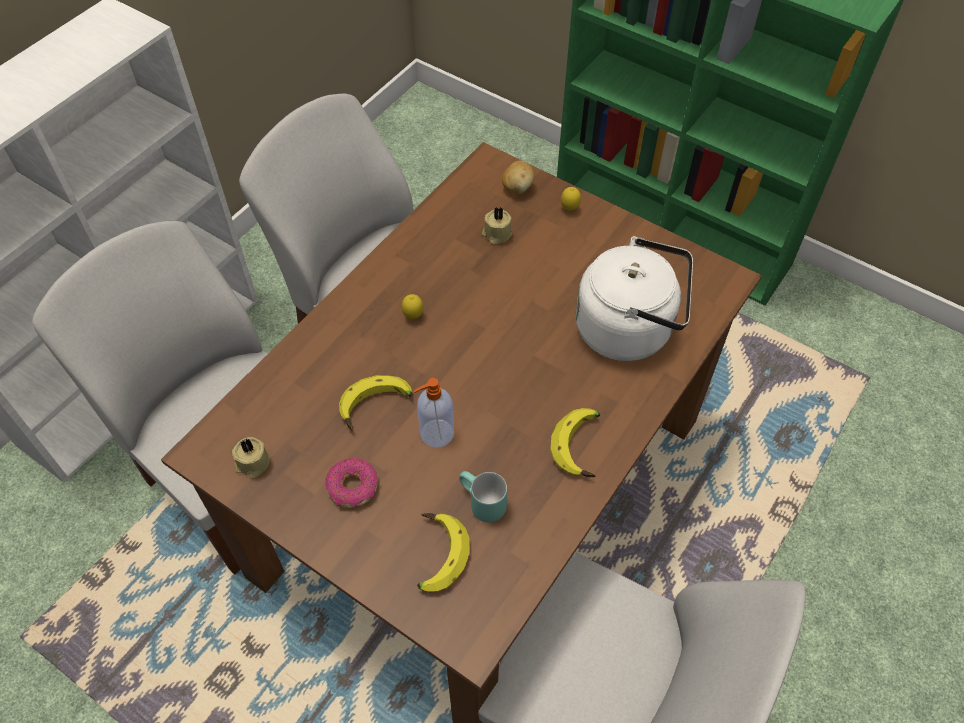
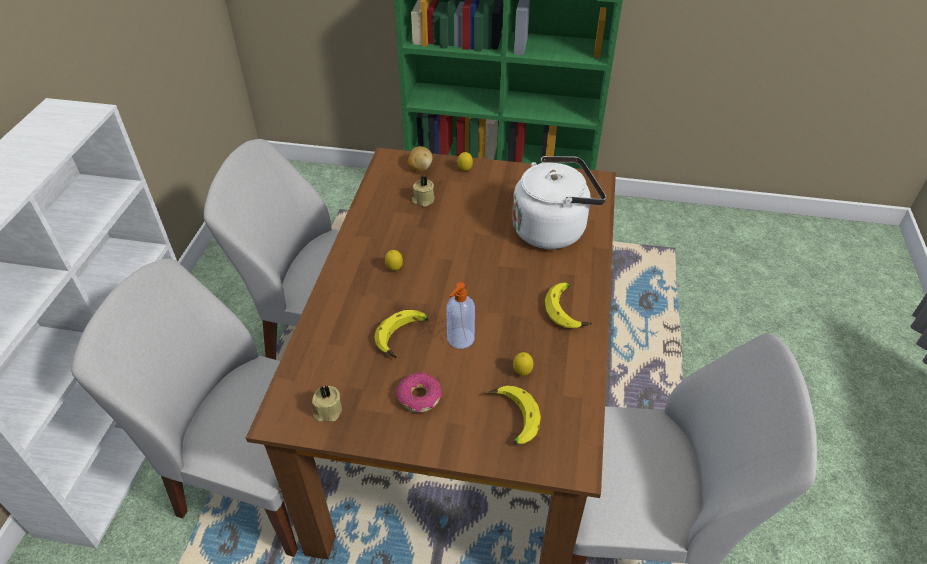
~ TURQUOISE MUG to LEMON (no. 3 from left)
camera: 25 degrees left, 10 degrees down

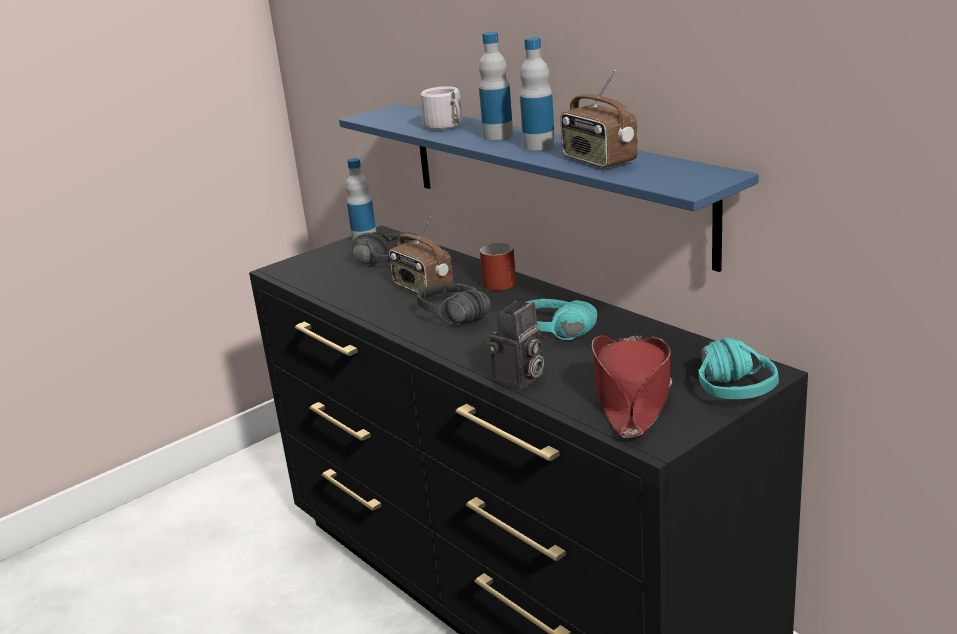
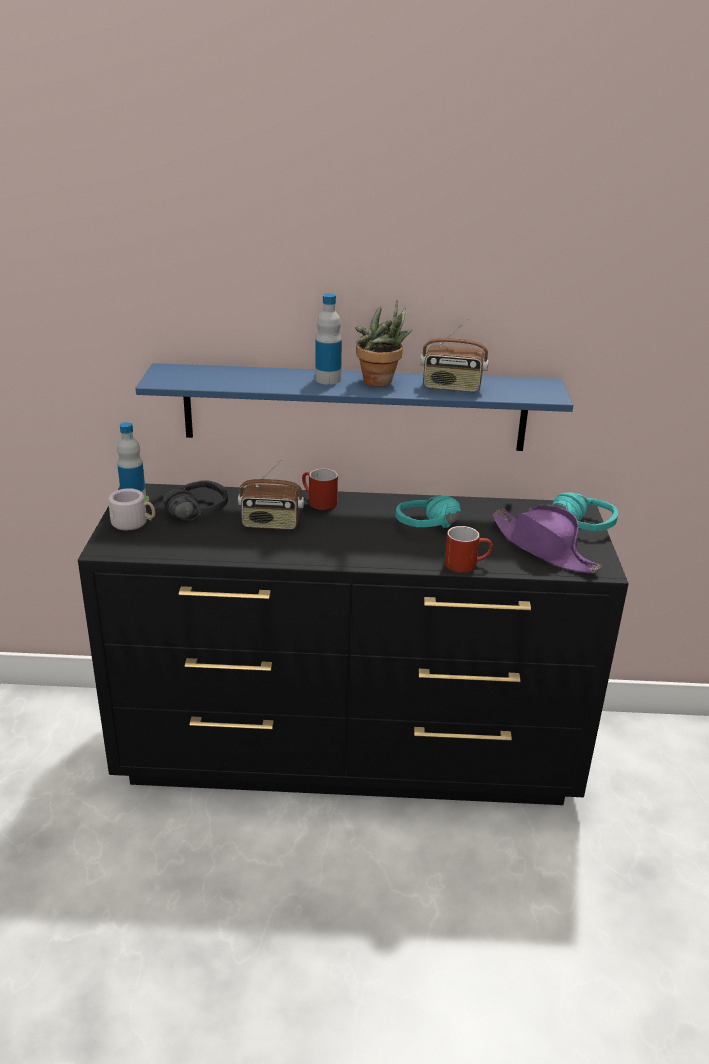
~ GREY MUG
~ BOTTLE (no. 3 from left) to POTTED PLANT
~ PHOTO CAMERA to RED MUG (no. 2 from left)
~ RED HAT to PURPLE HAT
- BLACK HEADPHONES (no. 2 from left)
camera: 50 degrees left, 5 degrees up

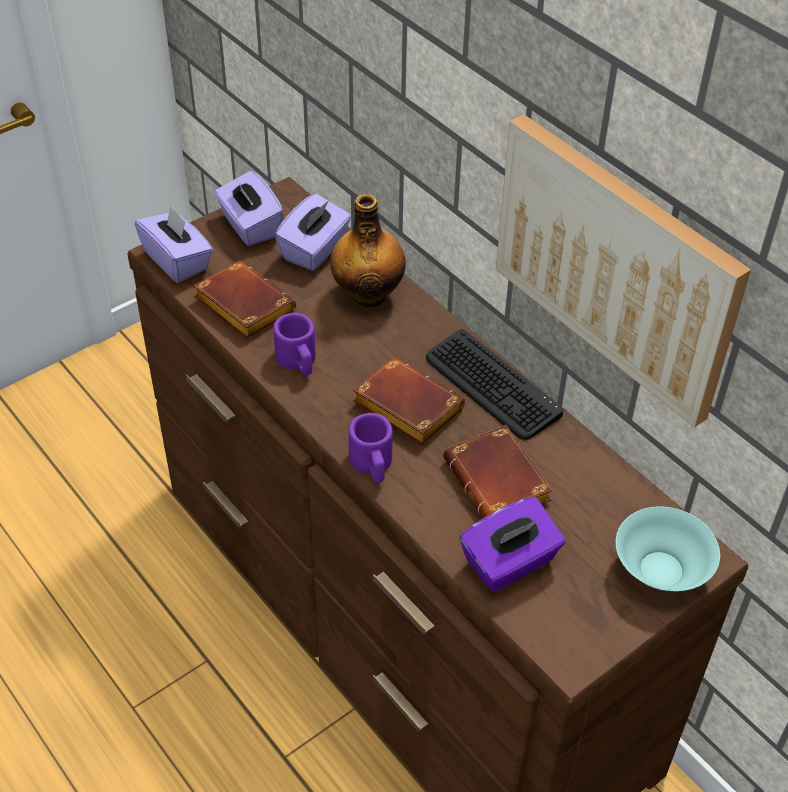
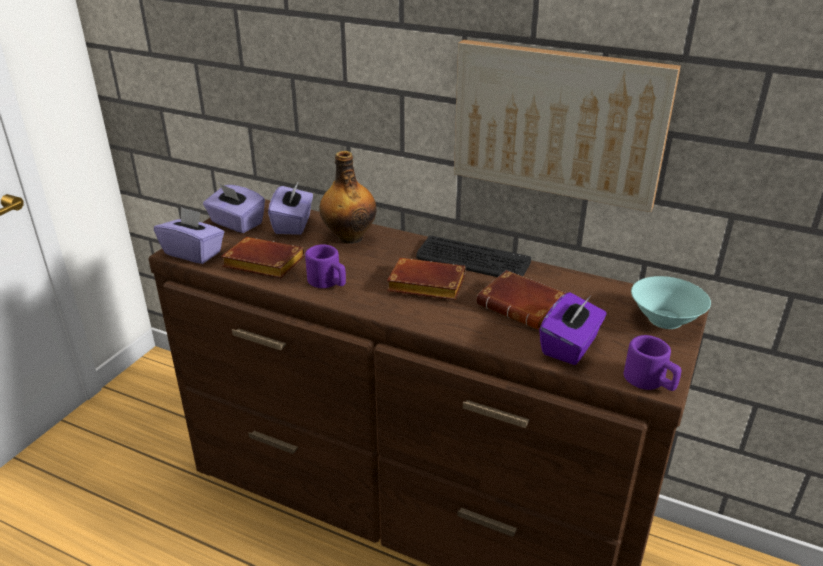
~ PURPLE MUG (no. 2 from left)
camera: 25 degrees left, 15 degrees down

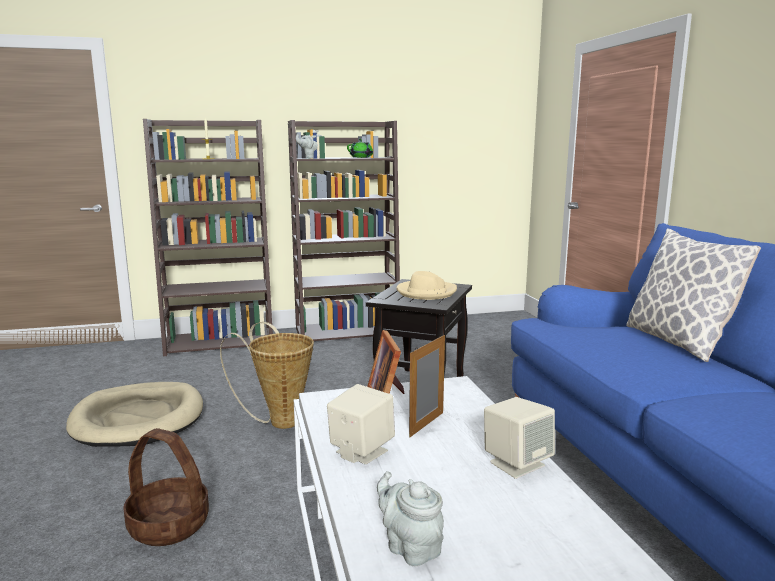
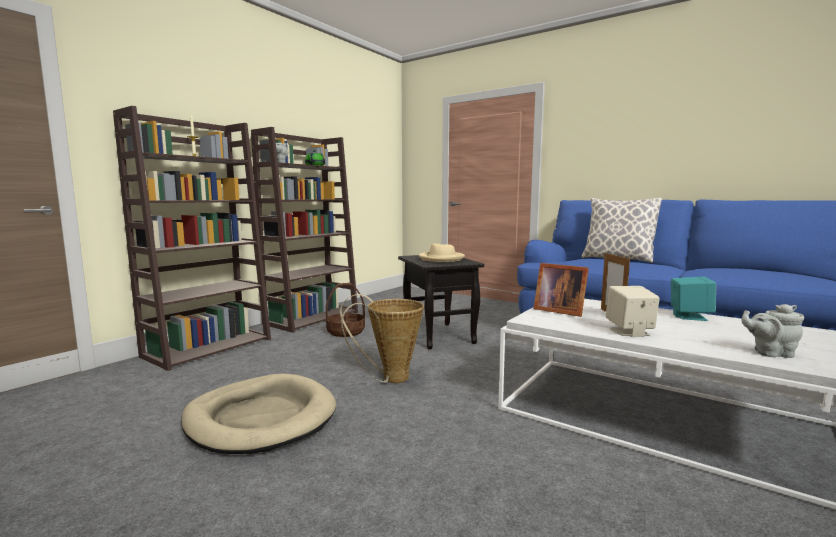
~ BASKET (no. 1 from left)
~ BEIGE SPEAKER (no. 2 from left) to TURQUOISE SPEAKER
camera: 40 degrees left, 5 degrees down

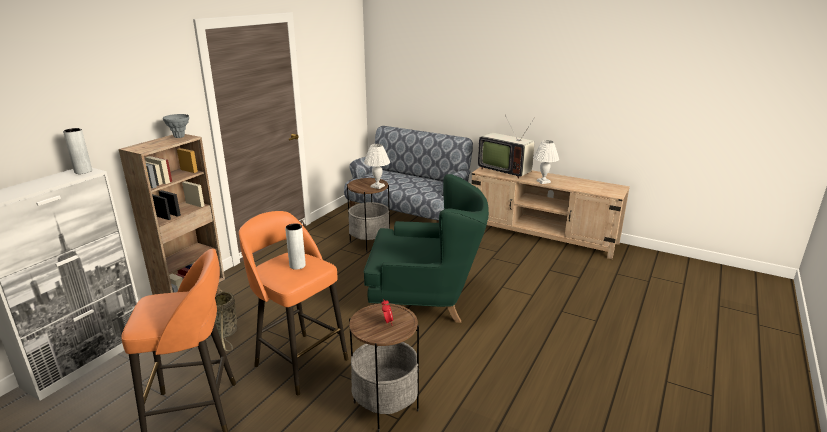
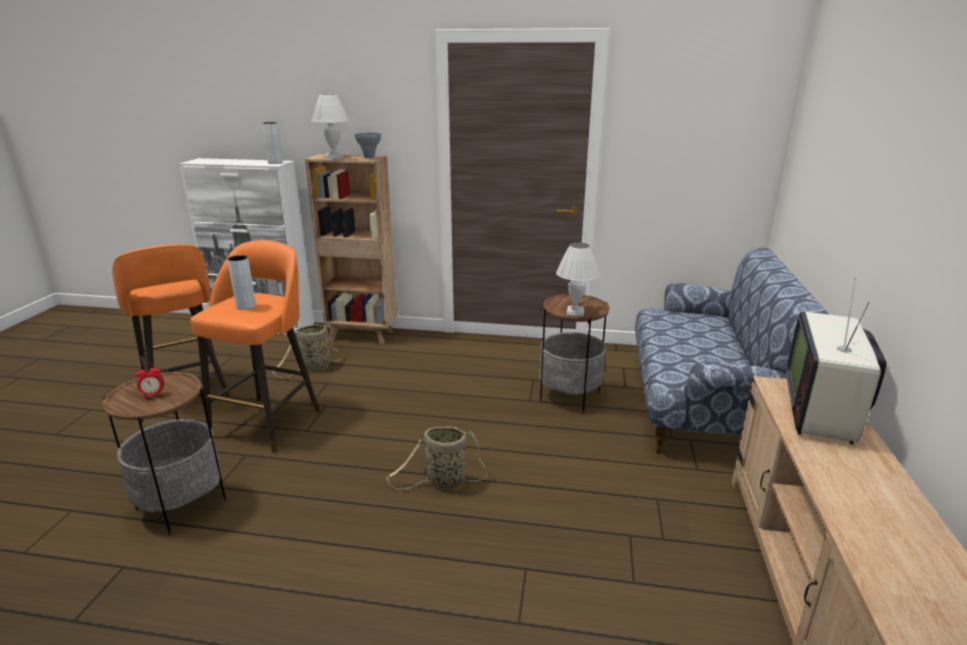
~ WHITE TABLE LAMP (no. 2 from left in the first image) to WHITE TABLE LAMP (no. 1 from left)
~ GREEN ARMCHAIR to BASKET (no. 2 from left)
camera: 70 degrees right, 0 degrees up

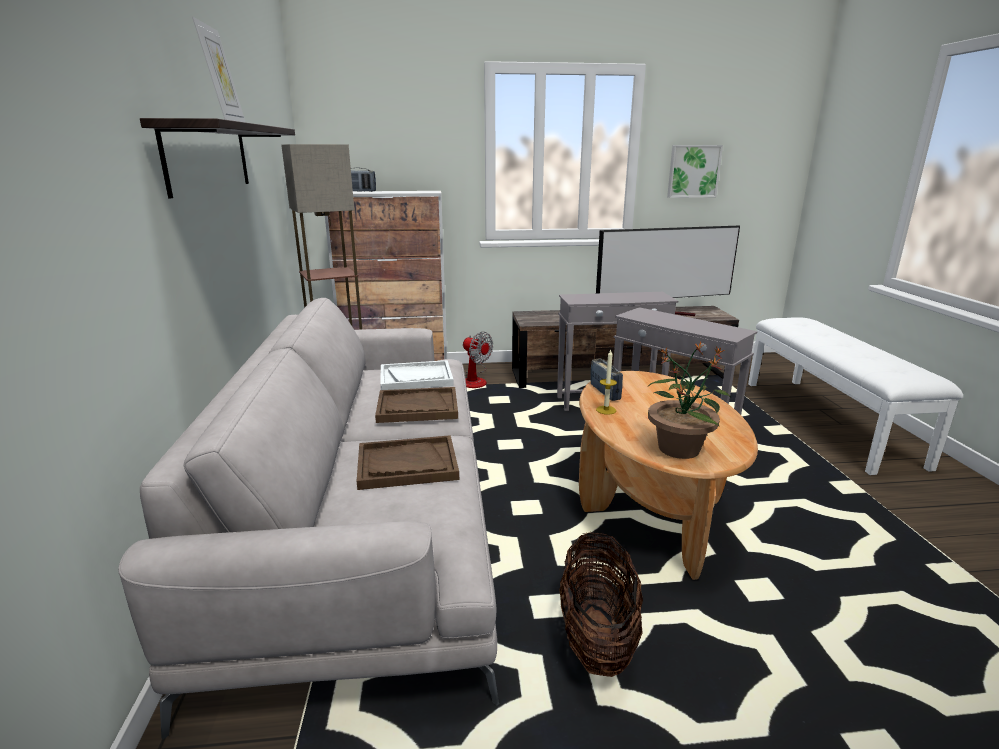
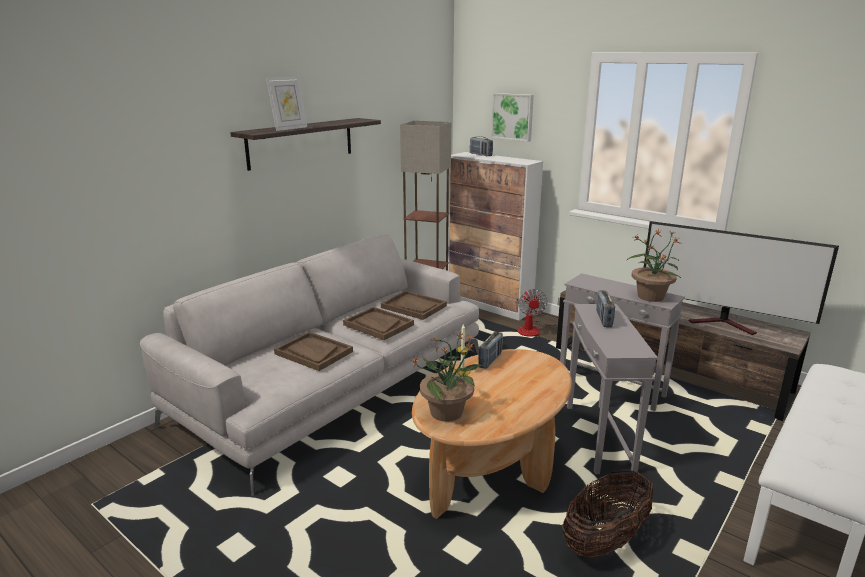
~ WHITE TRAY to BROWN TRAY (no. 3 from left)
~ PICTURE
~ BASKET
+ RADIO (no. 3 from left)
+ POTTED PLANT (no. 2 from left)
camera: 45 degrees right, 0 degrees up

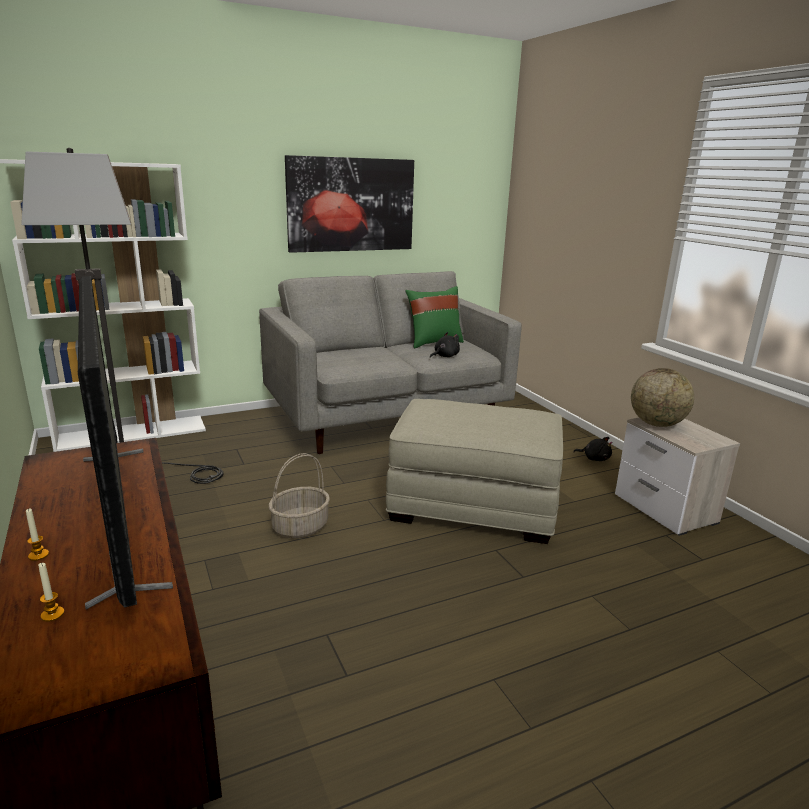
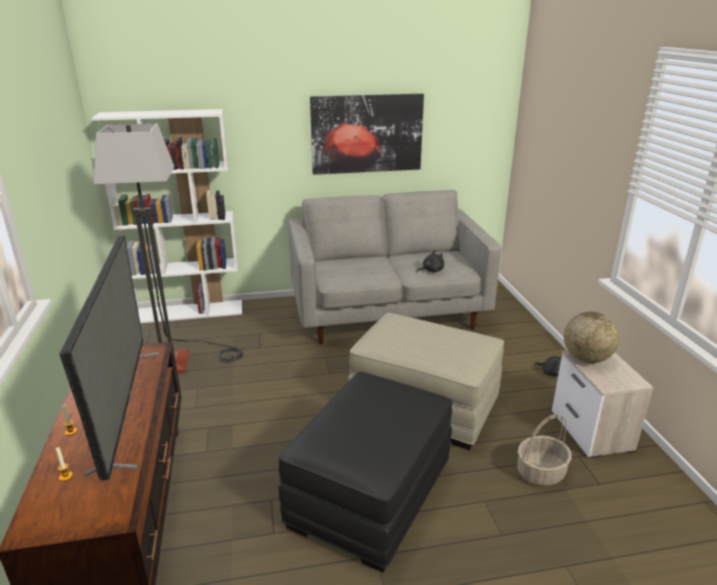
+ BLACK OTTOMAN
~ BASKET
- GREEN PILLOW
camera: 15 degrees right, 5 degrees up

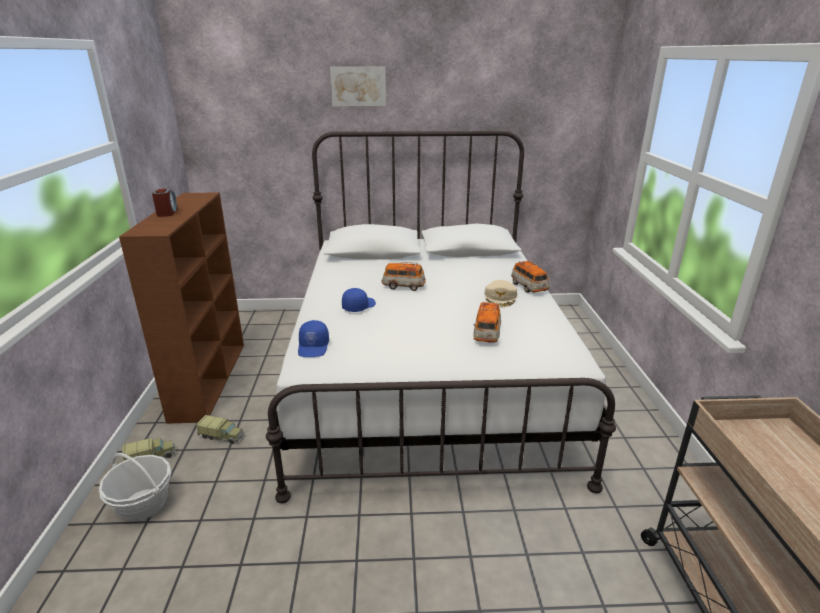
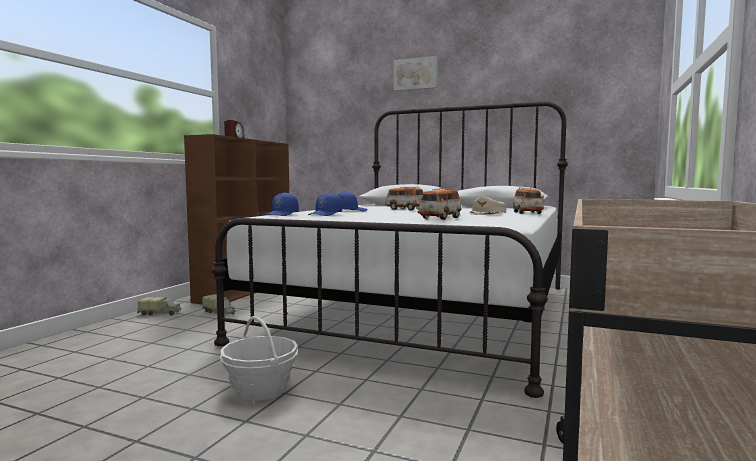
~ BASKET
+ BLUE CAP (no. 2 from left)
camera: 25 degrees right, 20 degrees down

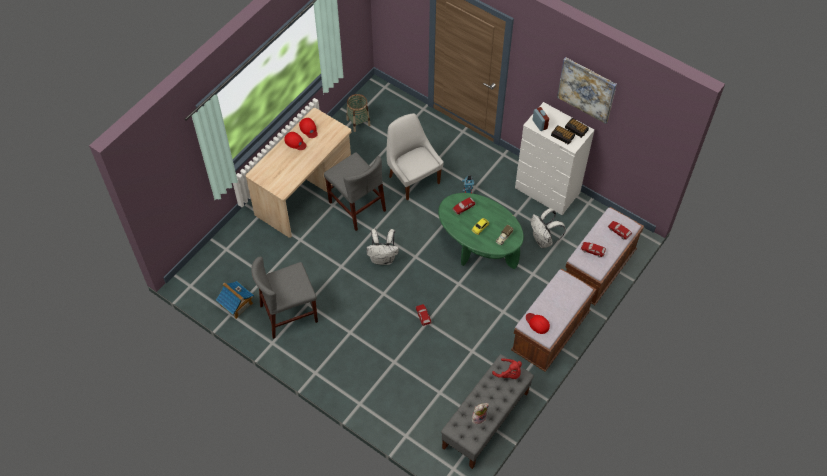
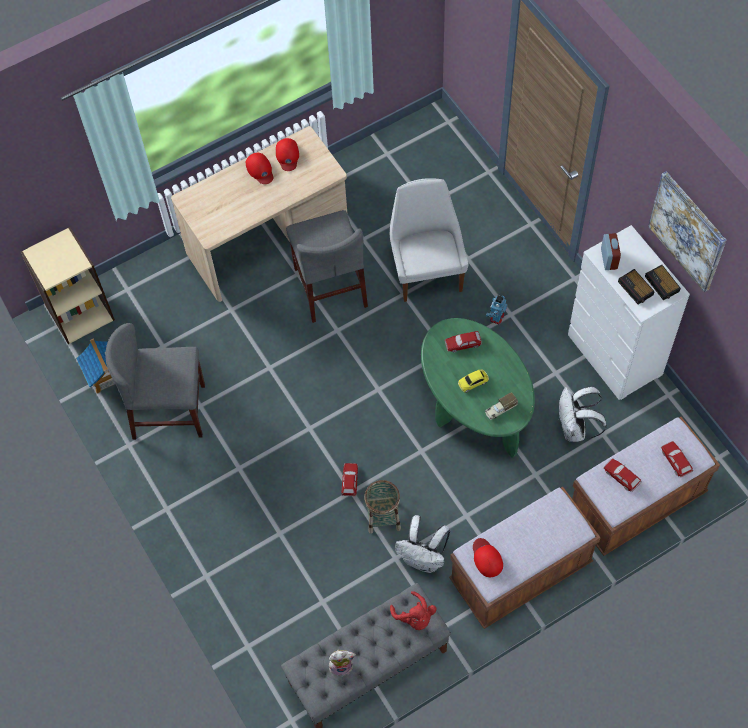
+ BEIGE BOOKCASE
~ BASKET
~ WHITE BACKPACK (no. 1 from left)
camera: 25 degrees right, 5 degrees up

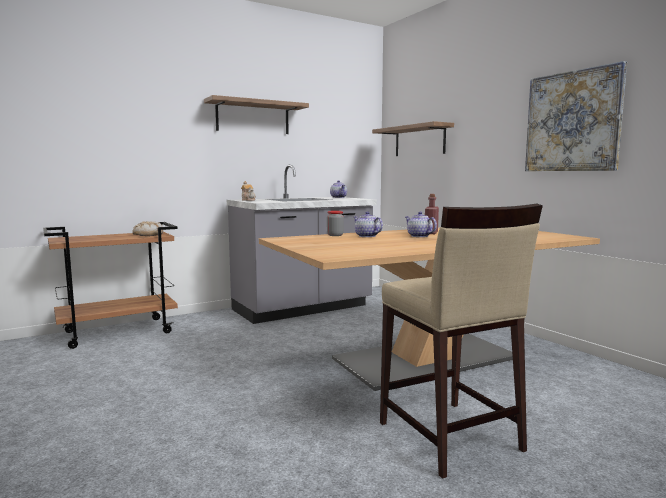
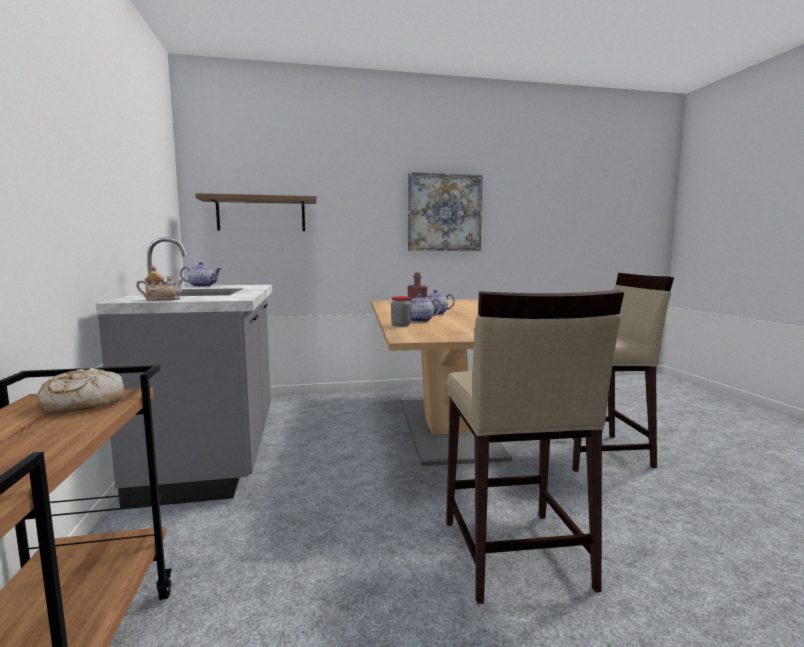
+ BEIGE STOOL (no. 1 from left)
- SHELF (no. 1 from left)
camera: 70 degrees left, 0 degrees up

